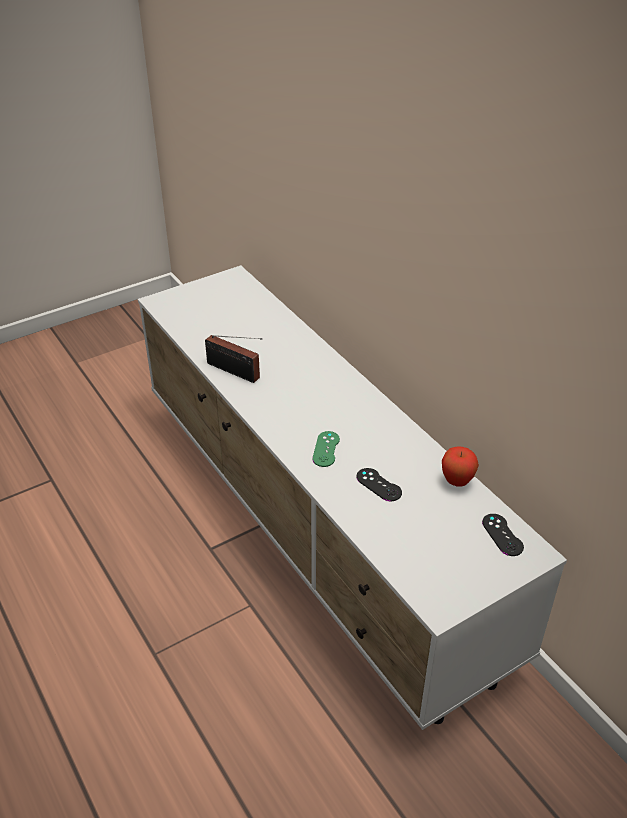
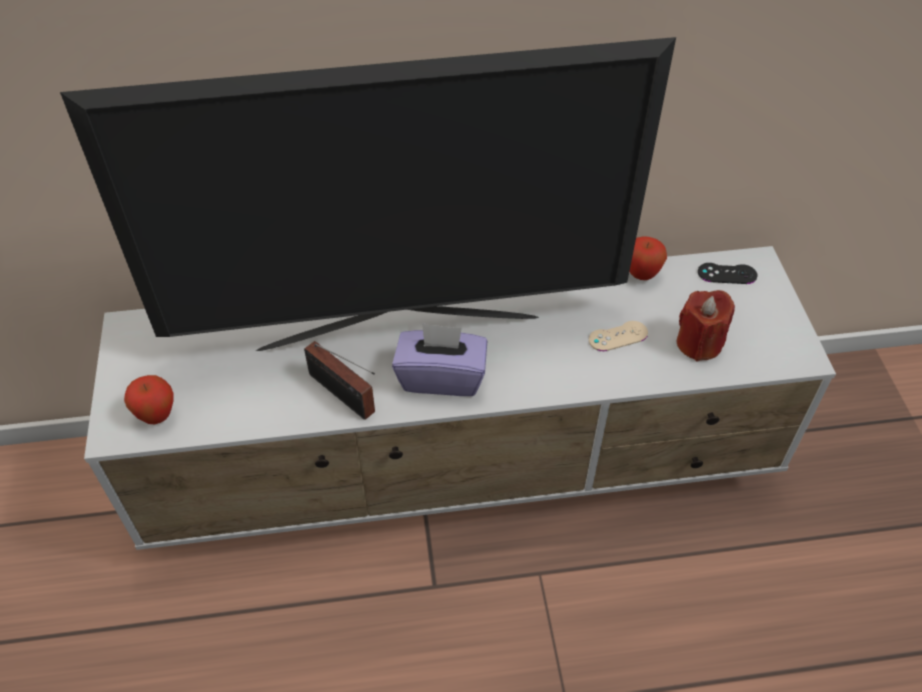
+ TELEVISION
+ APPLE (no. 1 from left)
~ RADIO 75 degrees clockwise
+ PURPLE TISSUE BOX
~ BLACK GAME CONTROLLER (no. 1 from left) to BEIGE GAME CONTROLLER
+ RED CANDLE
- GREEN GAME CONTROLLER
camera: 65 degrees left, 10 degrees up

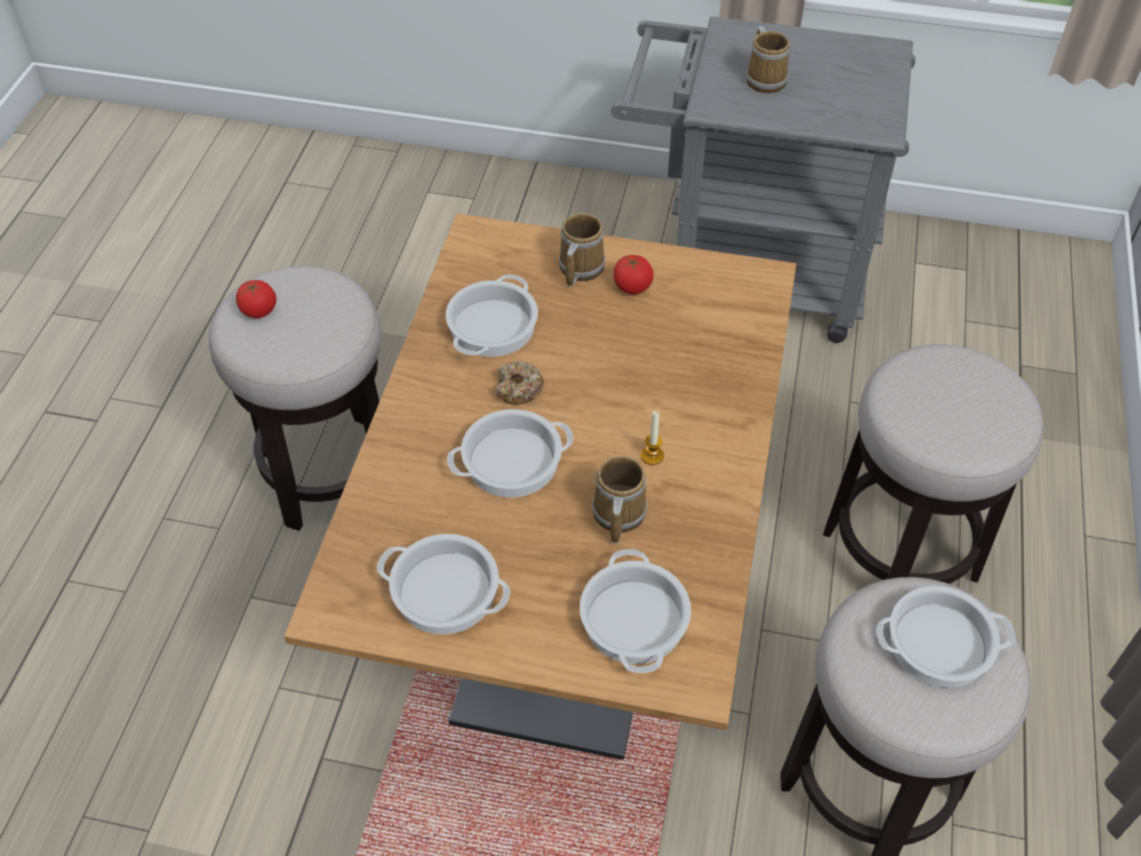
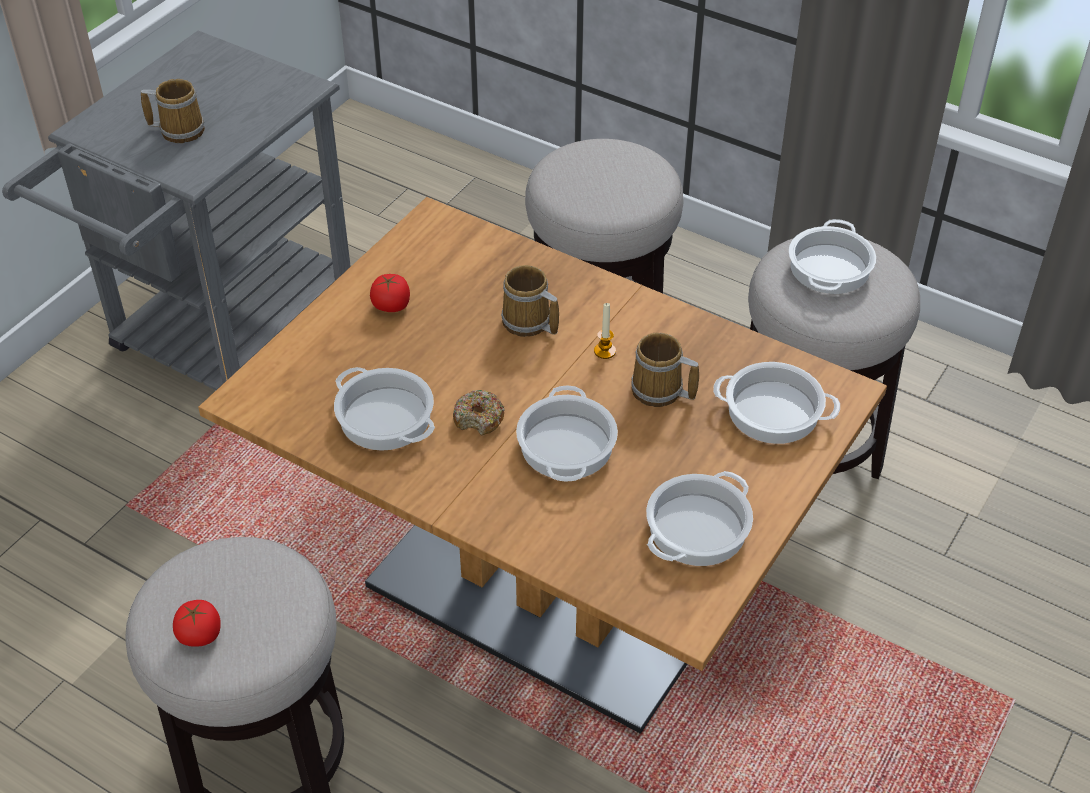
~ MUG (no. 1 from left in the first image) to MUG (no. 2 from left)
camera: 70 degrees left, 5 degrees down

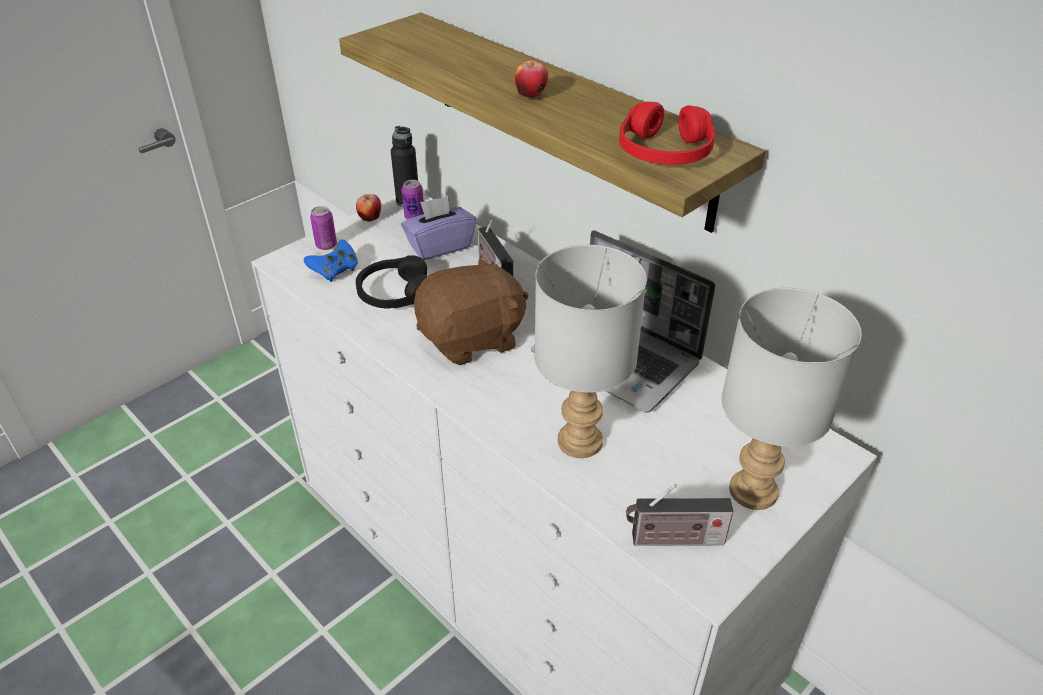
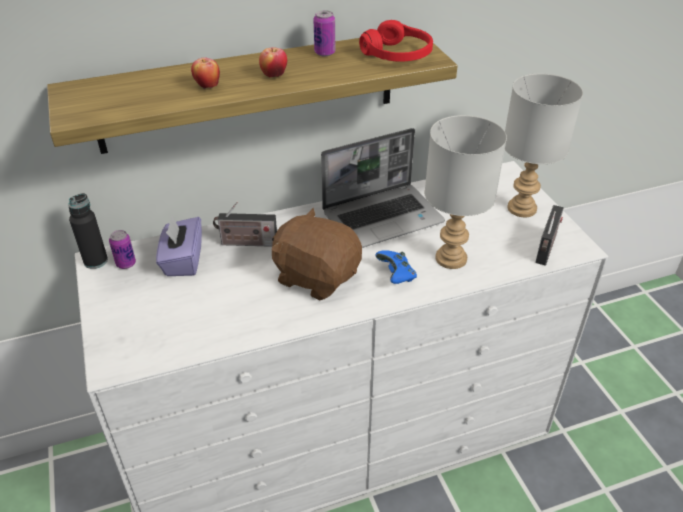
~ APPLE (no. 1 from left)
~ BROWN PLUSH TOY 60 degrees counterclockwise
~ CAN (no. 1 from left in the first image) to CAN (no. 2 from left)
~ BLUE GAME CONTROLLER
- BLACK HEADPHONES
camera: 65 degrees left, 0 degrees up

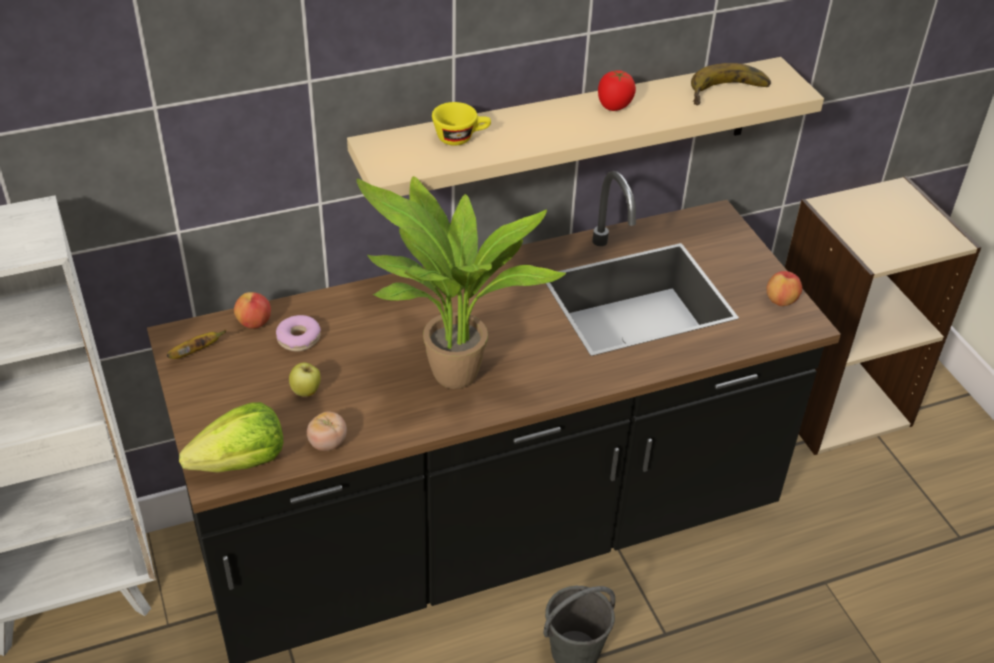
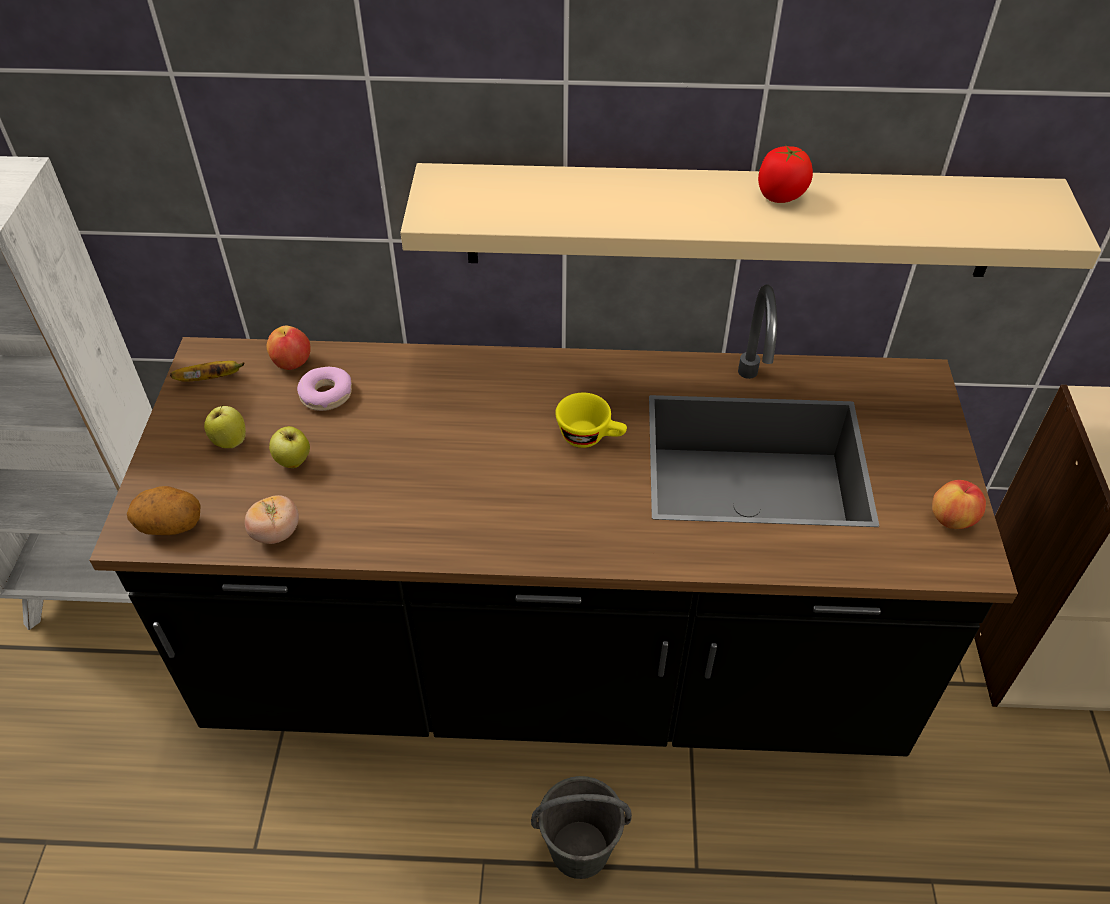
~ LETTUCE to POTATO
+ APPLE (no. 1 from left)
~ YELLOW CUP
- POTTED PLANT
- BANANA (no. 2 from left)
camera: 25 degrees right, 5 degrees up

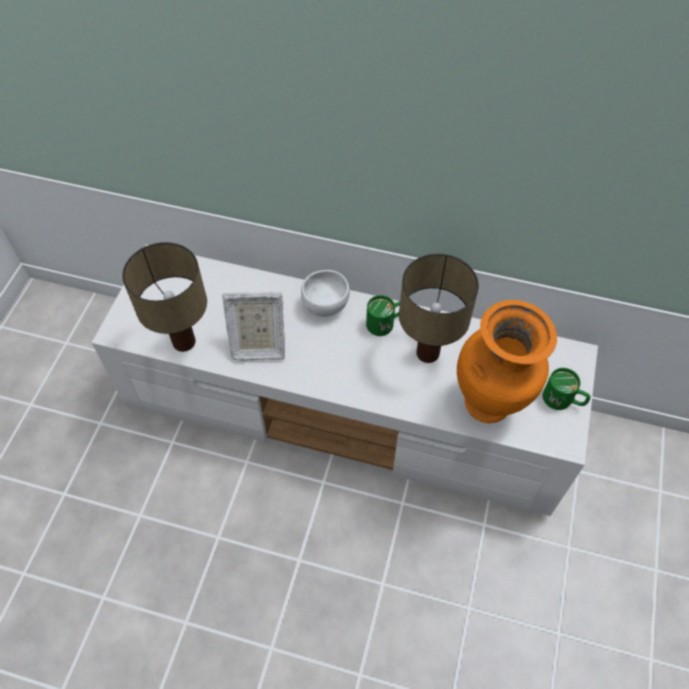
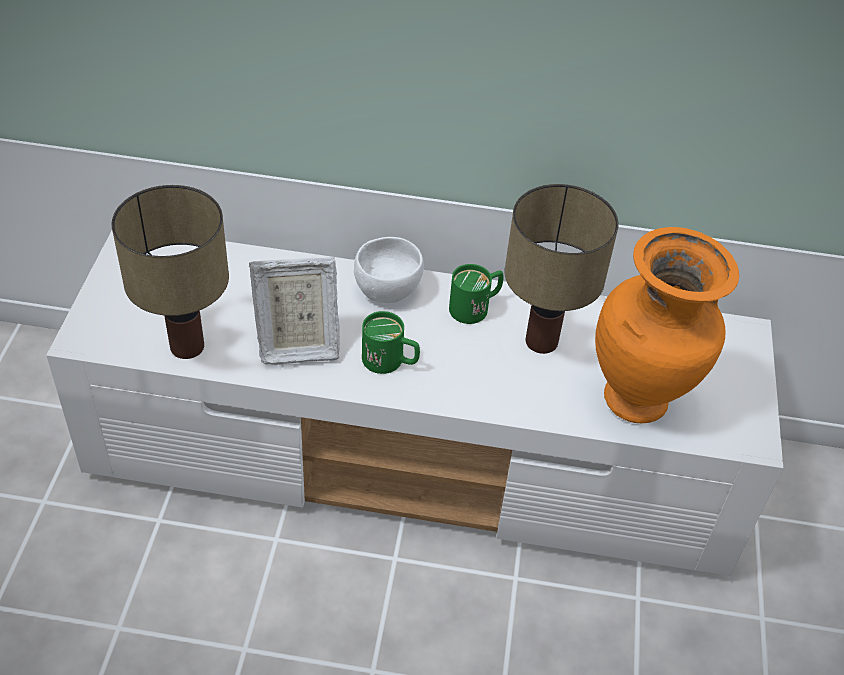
~ GREEN MUG (no. 2 from left in the first image) to GREEN MUG (no. 1 from left)
camera: 10 degrees left, 10 degrees down

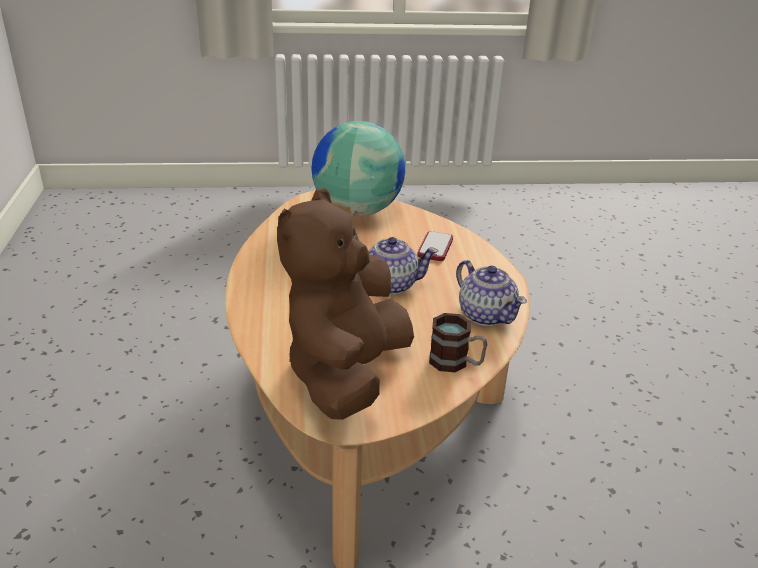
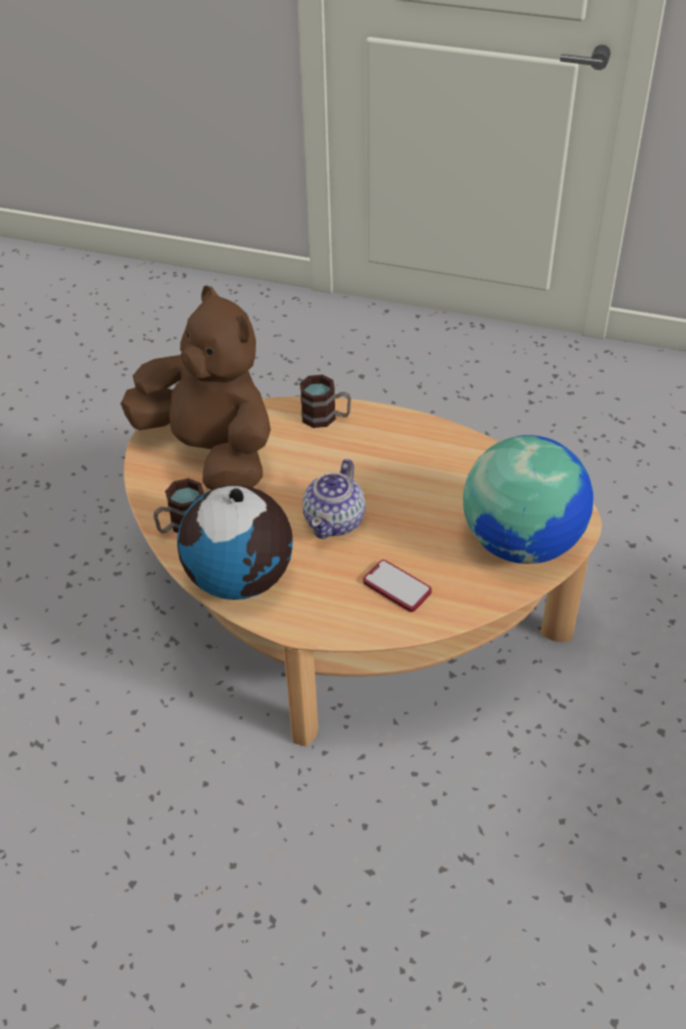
~ TEAPOT (no. 2 from left) to GLOBE (no. 1 from left)
+ MUG (no. 2 from left)
camera: 115 degrees right, 15 degrees up

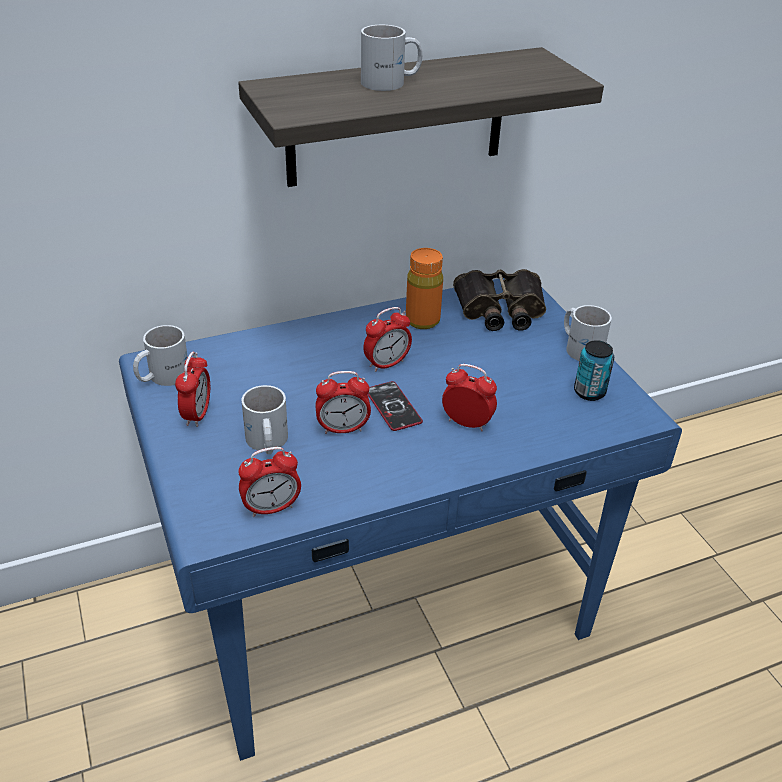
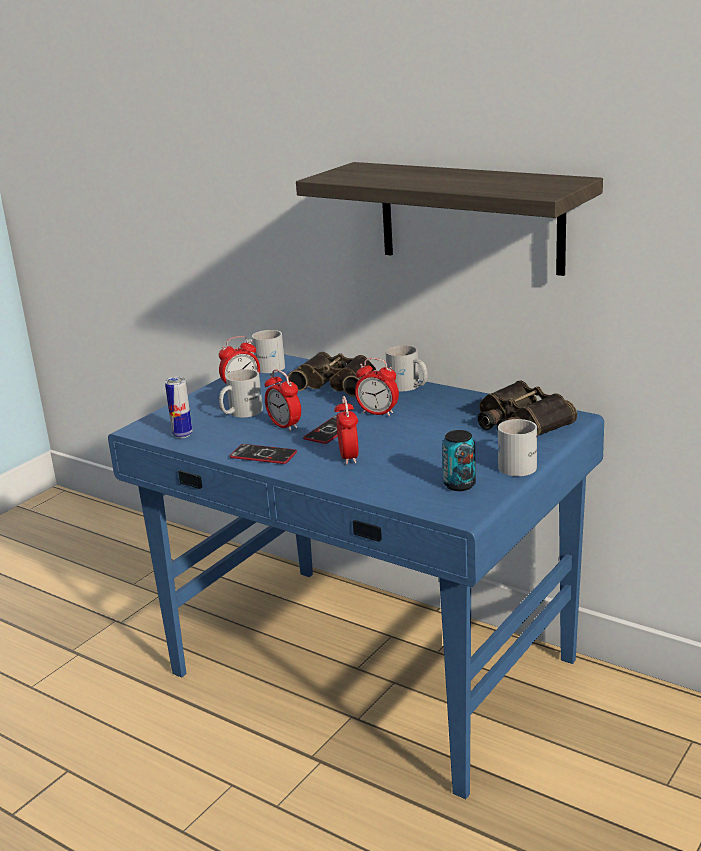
~ ALARM CLOCK (no. 2 from left) to CAN (no. 1 from left)
+ PHONE (no. 1 from left)
+ BINOCULARS (no. 1 from left)
~ WHITE MUG (no. 3 from left)
- ORANGE BOTTLE
camera: 60 degrees right, 15 degrees down

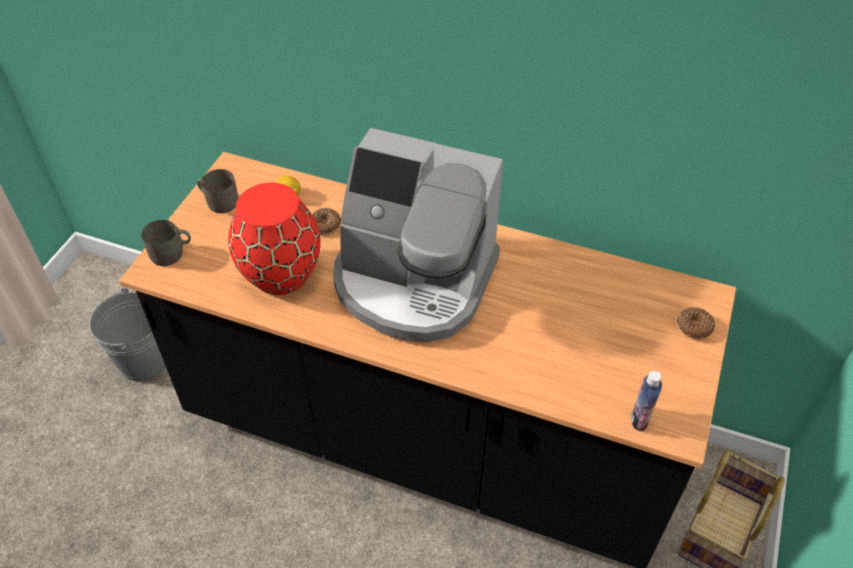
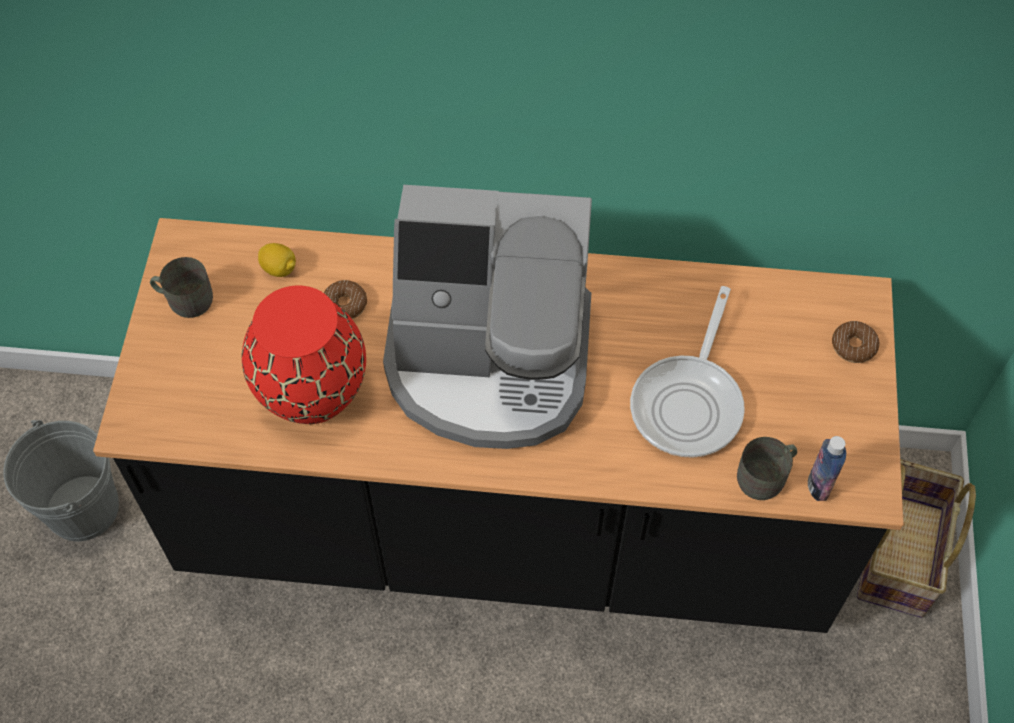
+ FRYING PAN
~ GREY MUG (no. 1 from left in the first image) to GREY MUG (no. 2 from left)
camera: 15 degrees left, 10 degrees up

